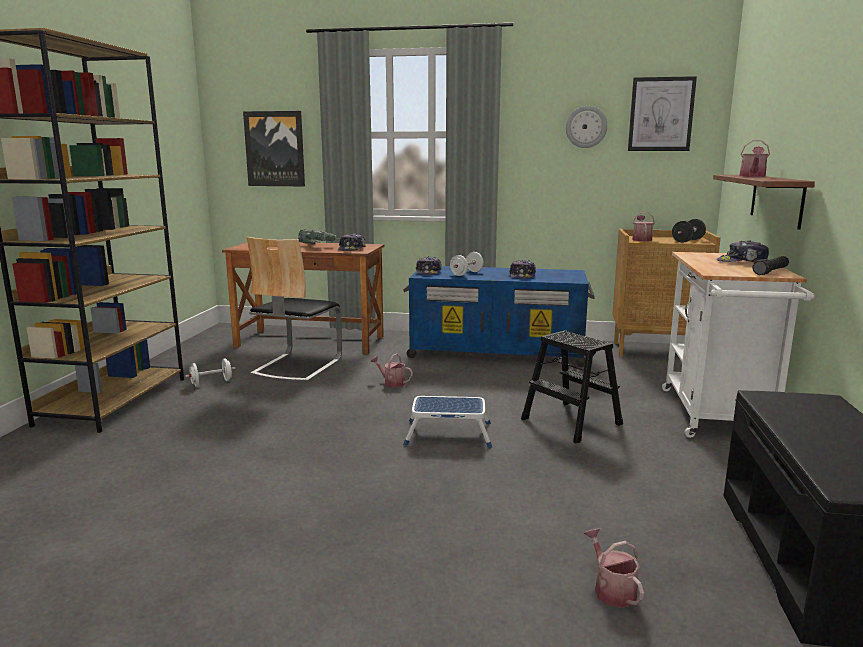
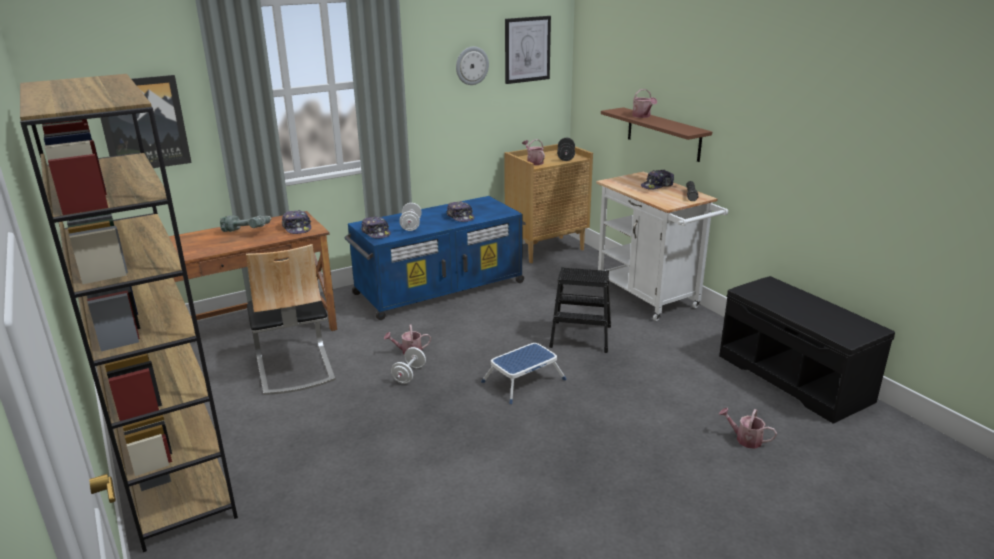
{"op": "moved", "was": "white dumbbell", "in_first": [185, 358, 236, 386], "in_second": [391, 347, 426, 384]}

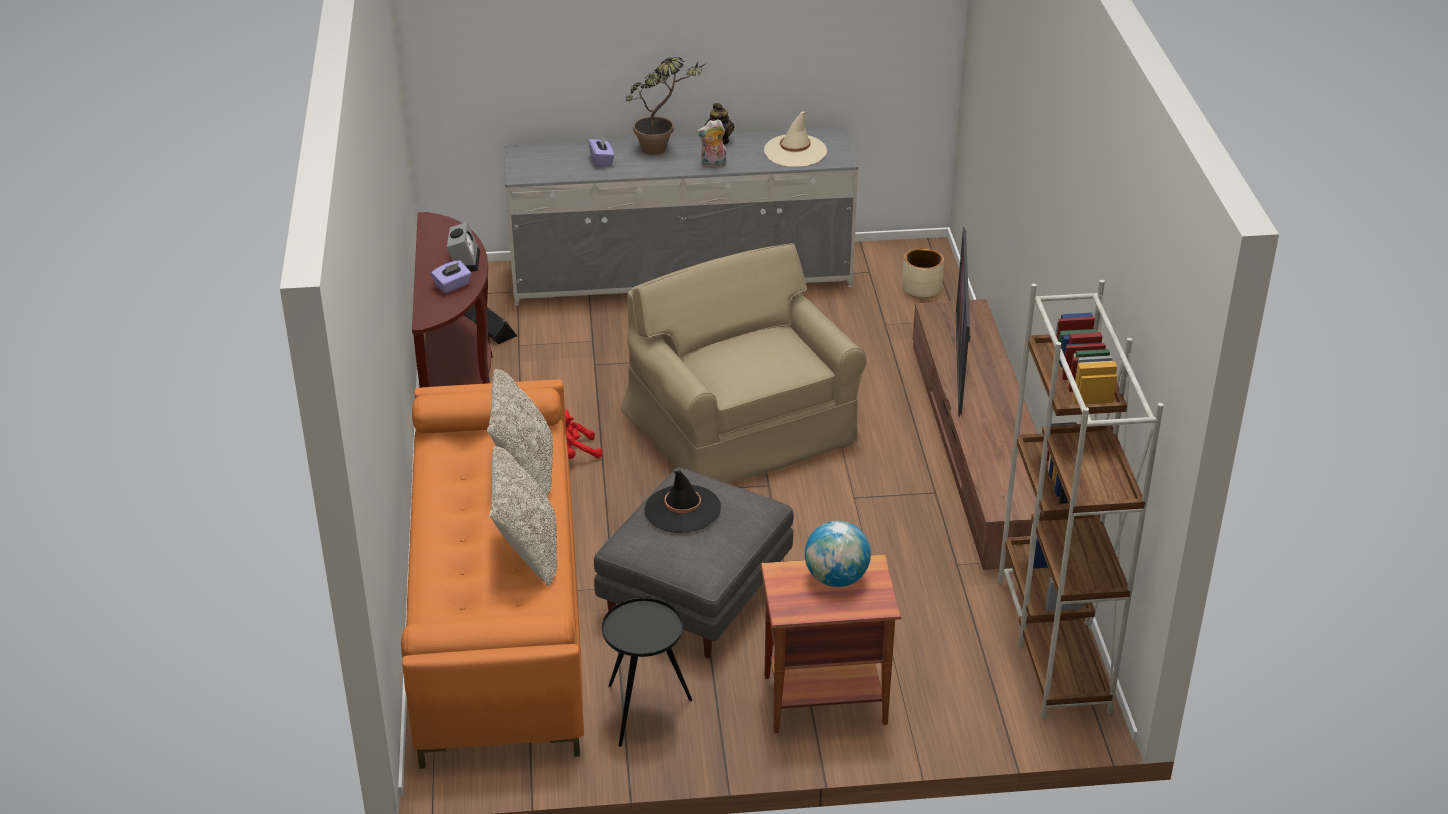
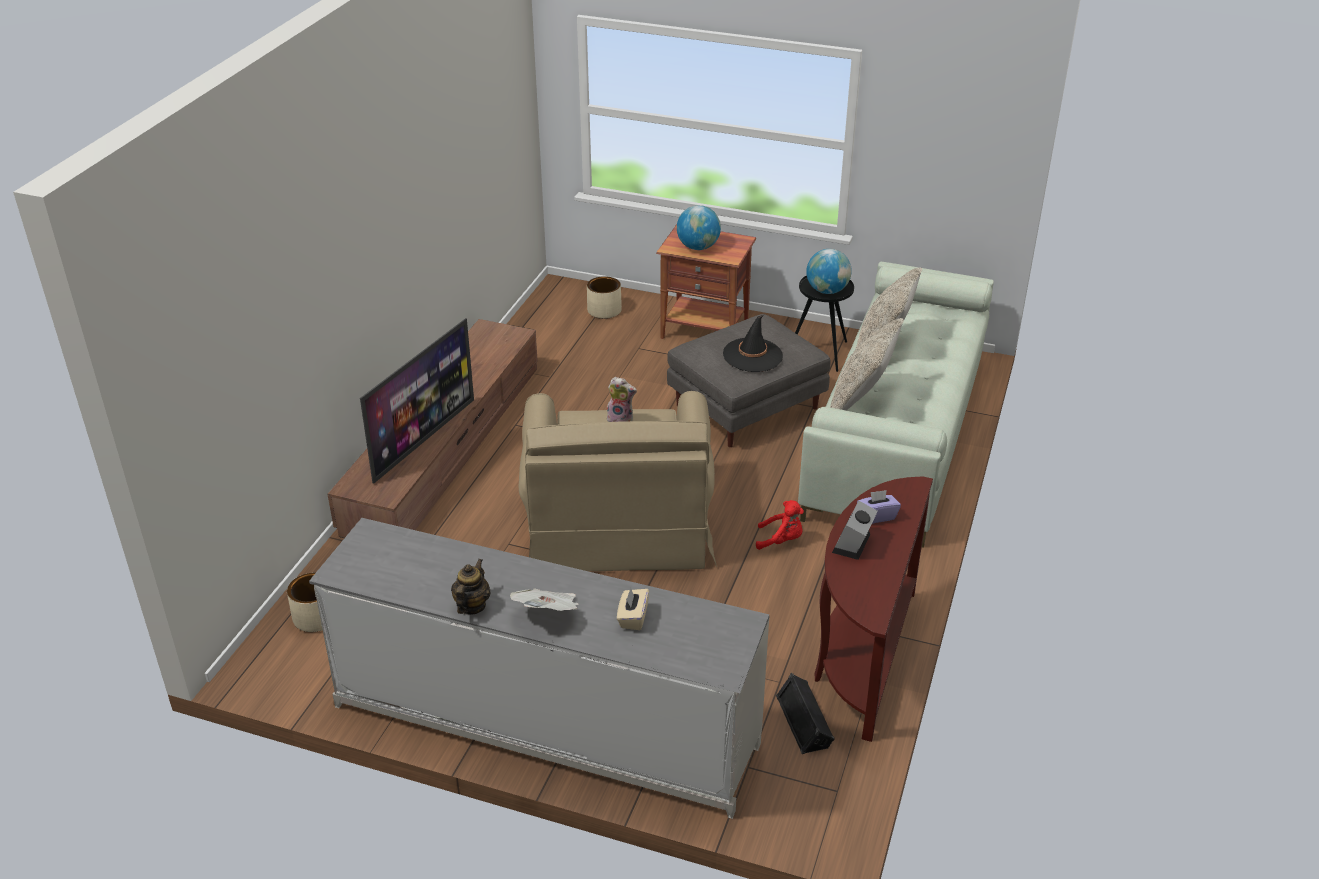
{"op": "replaced", "was": "potted plant", "now": "newspaper", "in_first": [626, 57, 707, 155], "in_second": [510, 588, 578, 611]}
{"op": "removed", "was": "beige hat", "in_first": [764, 112, 827, 167]}
{"op": "moved", "was": "plush toy", "in_first": [697, 119, 727, 168], "in_second": [607, 377, 637, 422]}
{"op": "recoloured", "was": "purple tissue box", "now": "beige tissue box", "in_first": [588, 137, 614, 167], "in_second": [617, 588, 649, 630]}
{"op": "removed", "was": "brown bookcase", "in_first": [998, 280, 1164, 719]}
{"op": "recoloured", "was": "orange sofa", "now": "white sofa", "in_first": [401, 380, 584, 769], "in_second": [798, 262, 994, 548]}
{"op": "added", "now": "globe", "in_second": [806, 249, 852, 294]}
{"op": "added", "now": "beige planter", "in_second": [587, 276, 622, 319]}

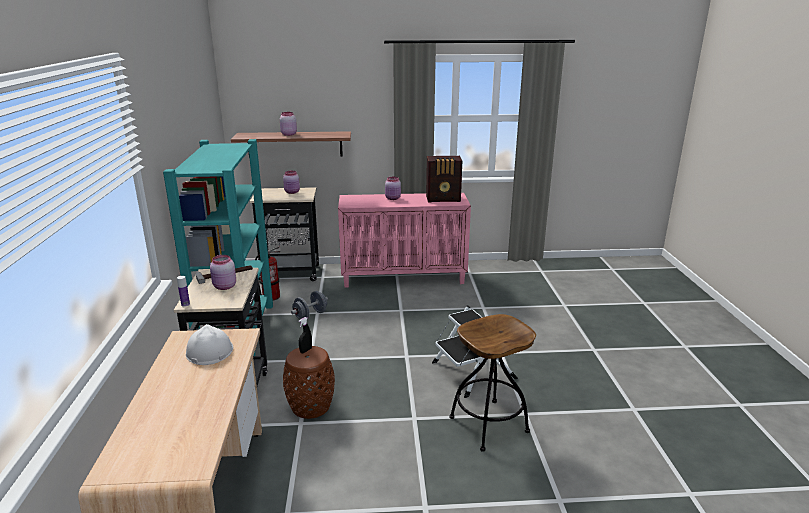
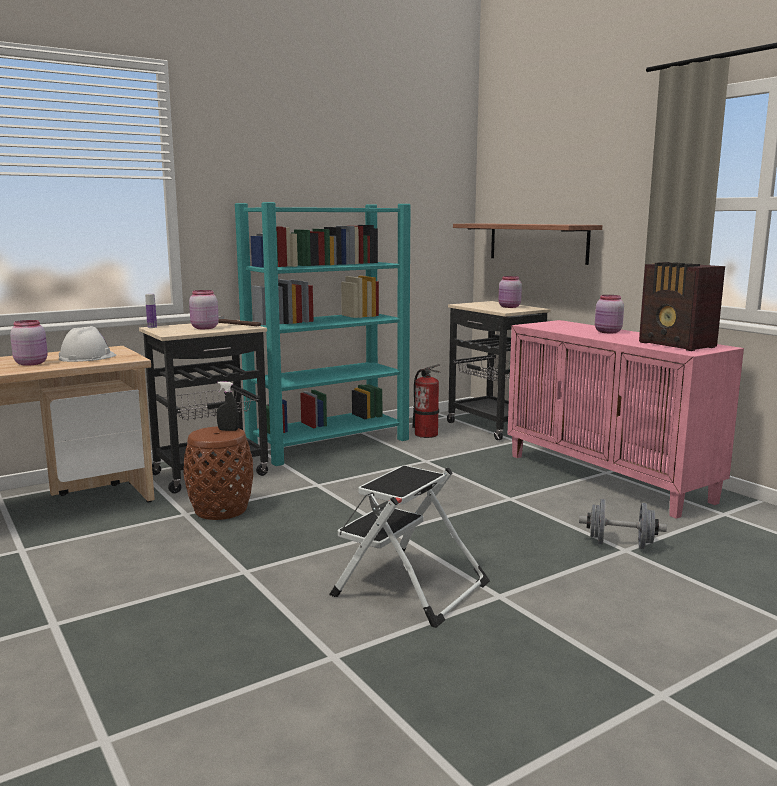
{"op": "moved", "was": "pink jar", "in_first": [280, 112, 297, 136], "in_second": [10, 320, 48, 366]}
{"op": "moved", "was": "grey dumbbell", "in_first": [291, 291, 328, 319], "in_second": [579, 499, 667, 549]}
{"op": "removed", "was": "brown stool", "in_first": [449, 314, 536, 452]}

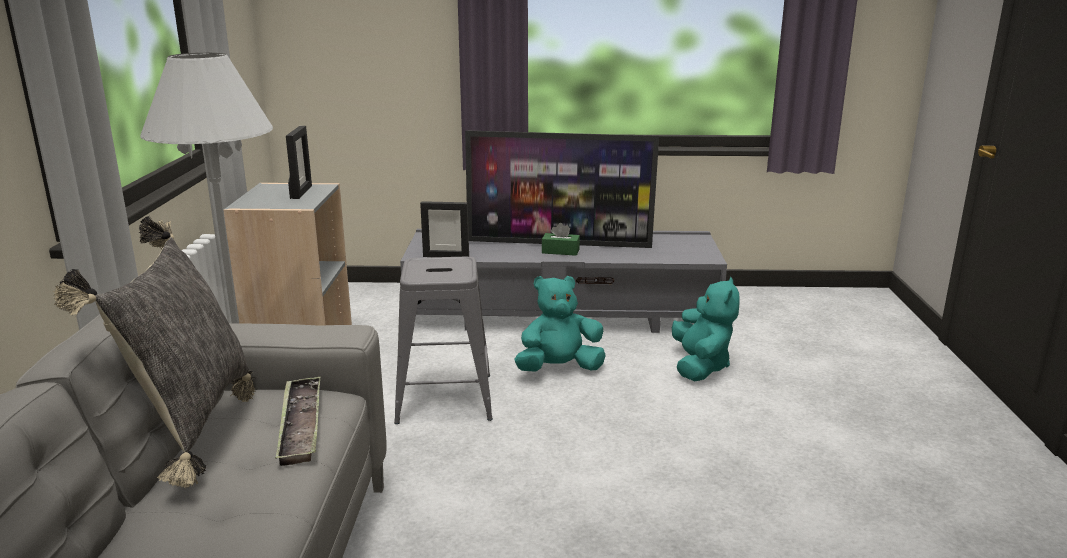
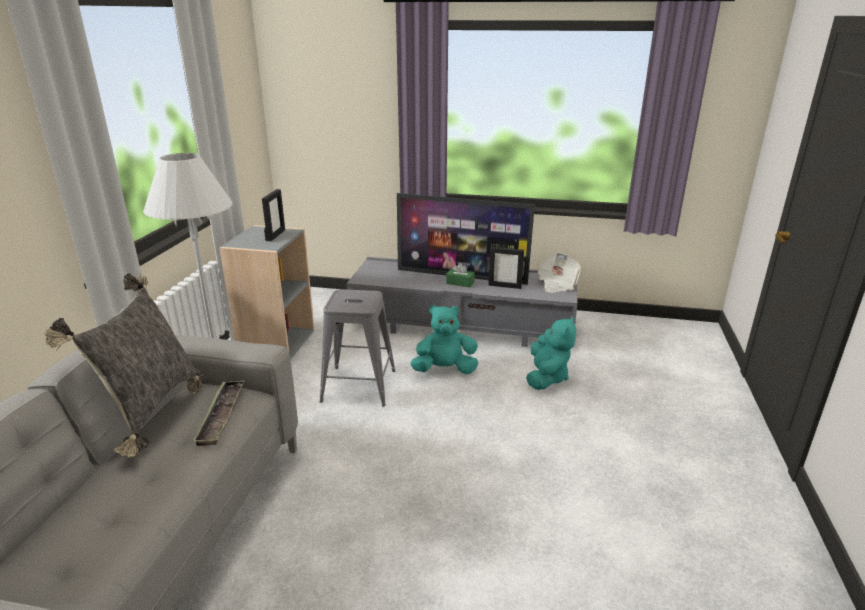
{"op": "moved", "was": "picture frame", "in_first": [420, 201, 469, 257], "in_second": [488, 247, 524, 289]}
{"op": "added", "now": "newspaper", "in_second": [537, 253, 581, 293]}

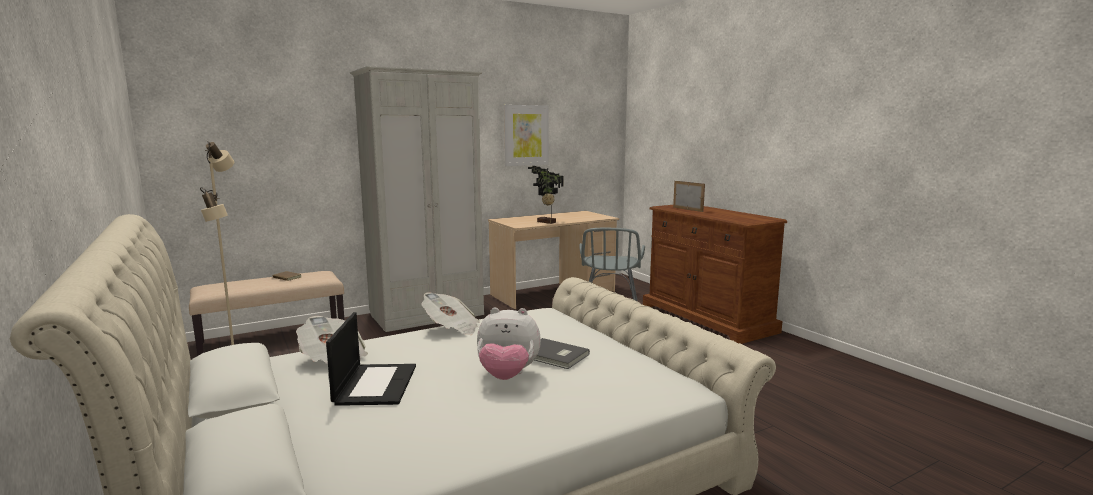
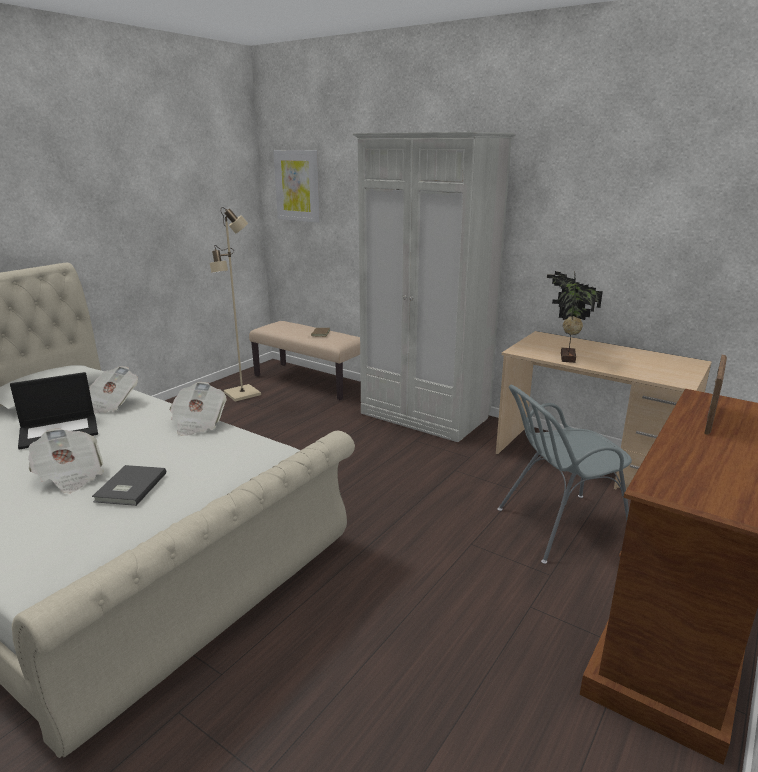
{"op": "moved", "was": "picture", "in_first": [504, 105, 548, 166], "in_second": [273, 150, 320, 223]}
{"op": "replaced", "was": "plush toy", "now": "newspaper", "in_first": [477, 308, 541, 380], "in_second": [28, 428, 104, 493]}

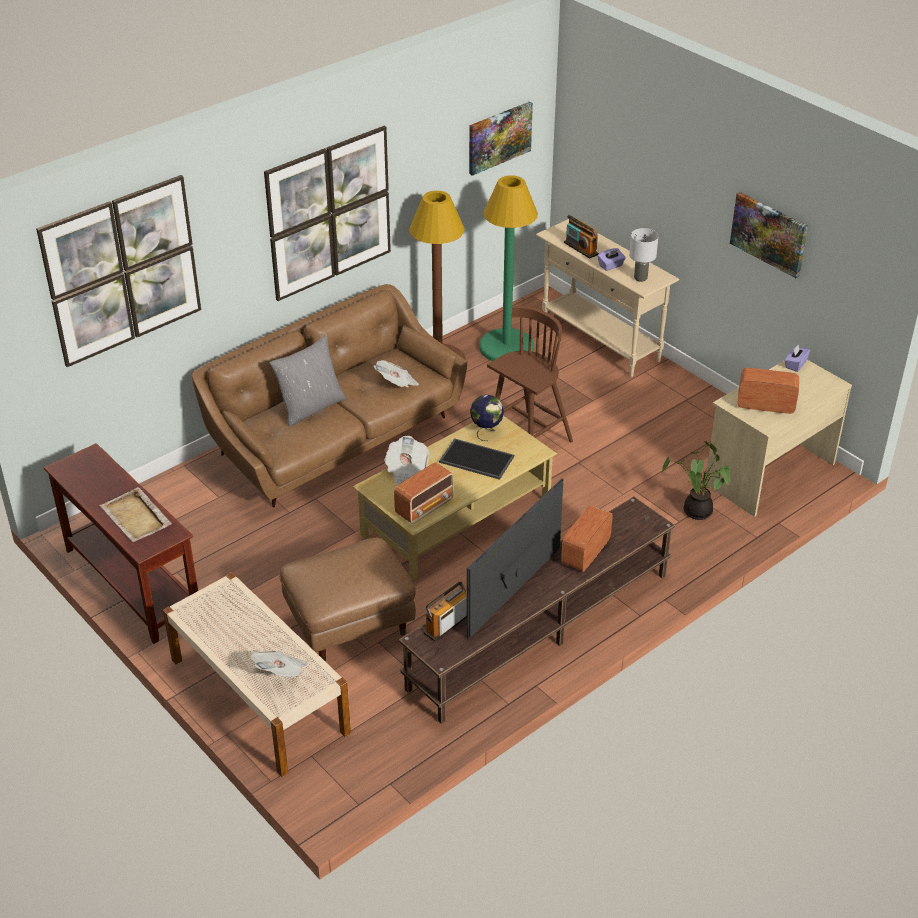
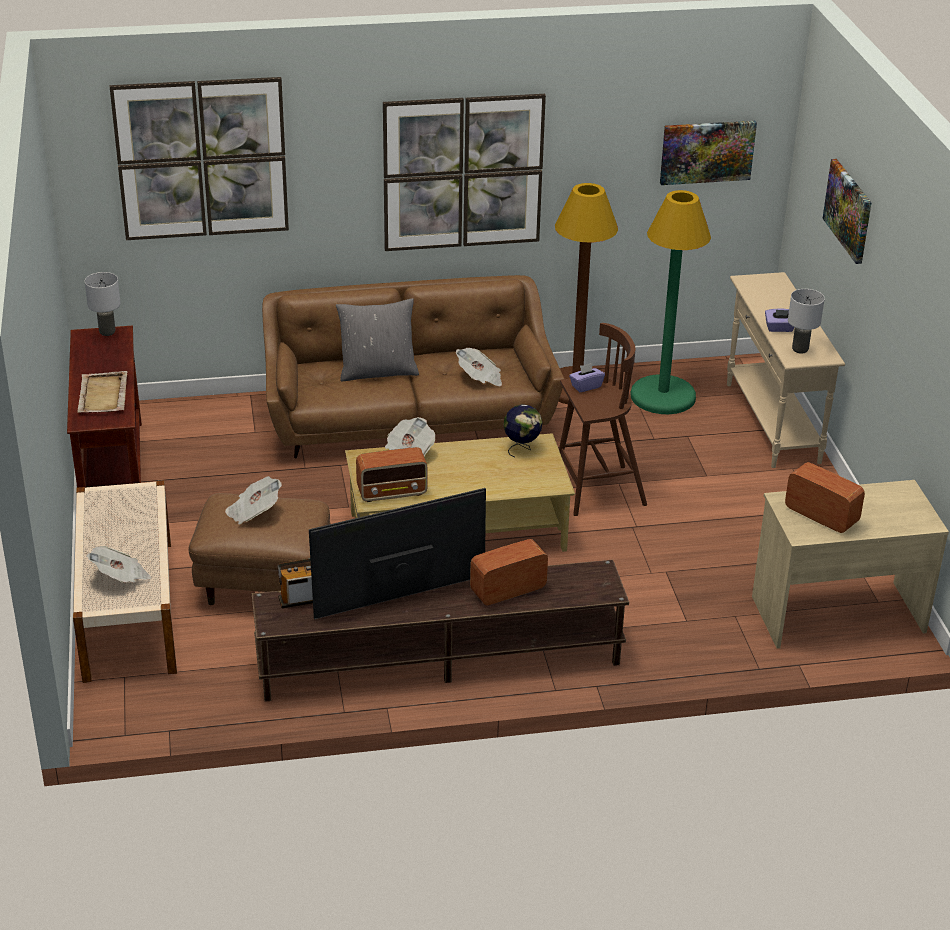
{"op": "moved", "was": "picture", "in_first": [730, 192, 808, 278], "in_second": [822, 159, 872, 264]}
{"op": "removed", "was": "radio", "in_first": [564, 215, 599, 259]}
{"op": "moved", "was": "purple tissue box", "in_first": [784, 344, 810, 372], "in_second": [569, 363, 605, 393]}
{"op": "removed", "was": "tray", "in_first": [439, 438, 514, 480]}
{"op": "removed", "was": "potted plant", "in_first": [662, 441, 730, 520]}
{"op": "added", "now": "white table lamp", "in_second": [85, 272, 121, 336]}
{"op": "added", "now": "newspaper", "in_second": [225, 476, 282, 524]}

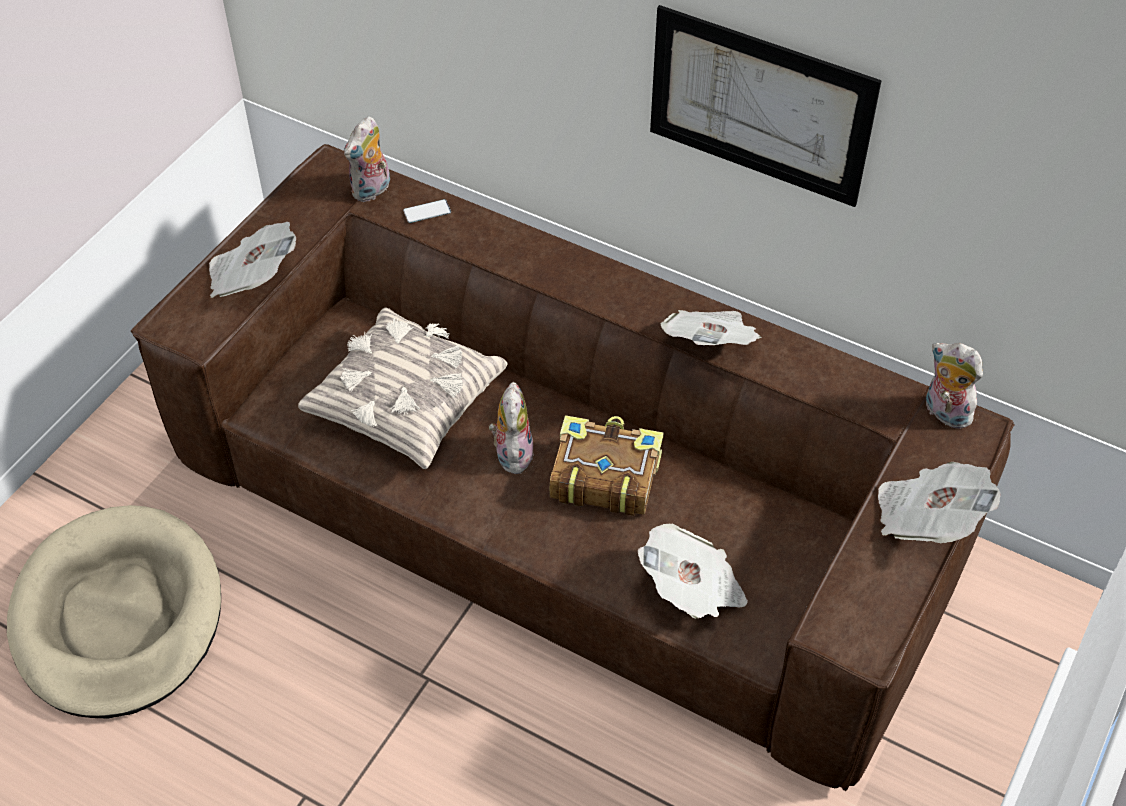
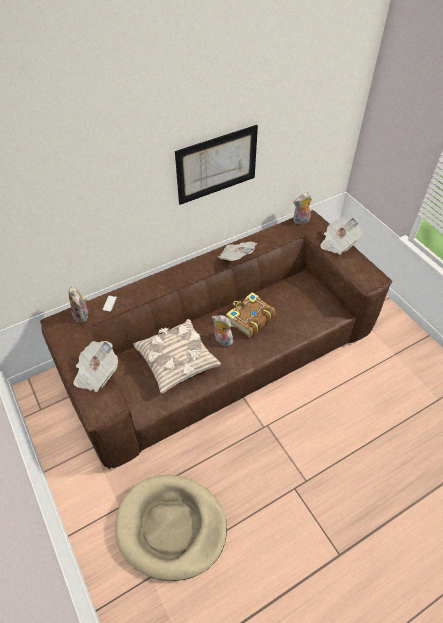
{"op": "removed", "was": "newspaper", "in_first": [638, 523, 748, 619]}

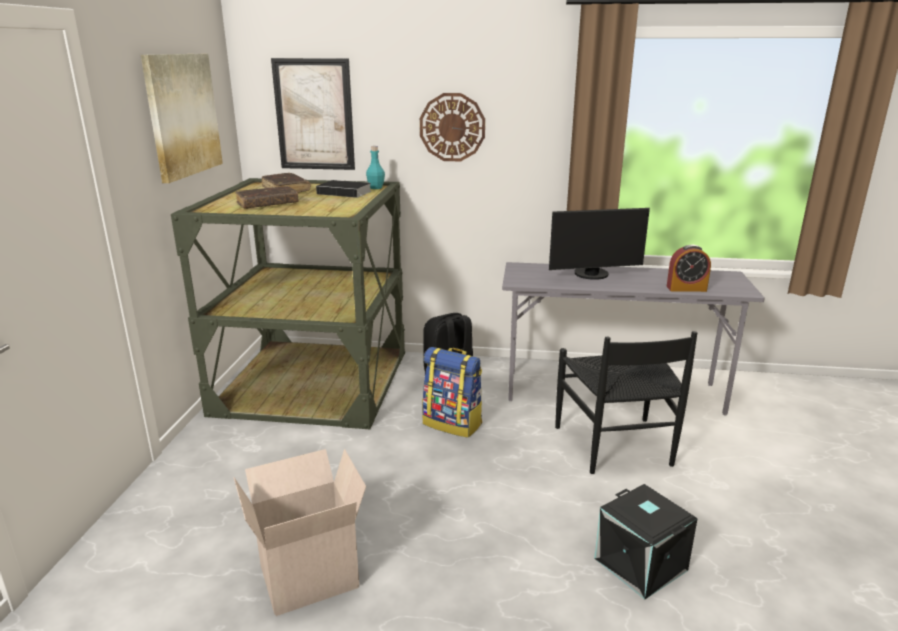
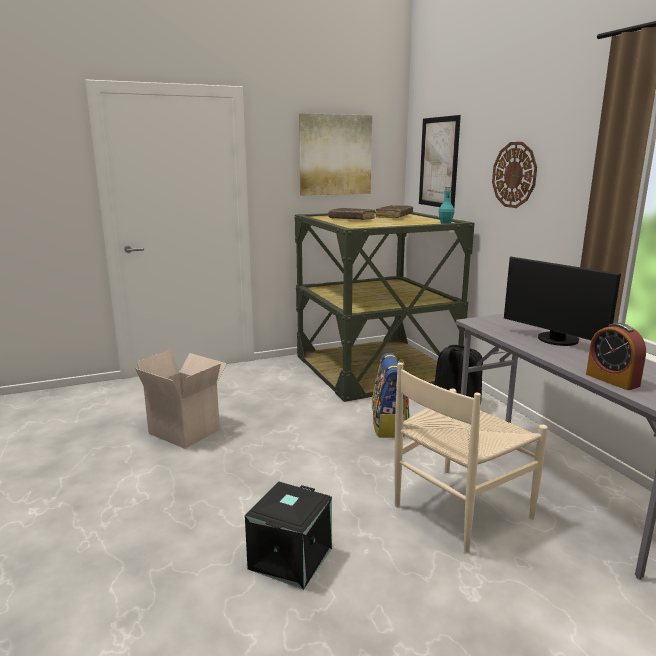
{"op": "removed", "was": "book", "in_first": [316, 180, 372, 198]}
{"op": "recoloured", "was": "black chair", "now": "beige chair", "in_first": [555, 331, 697, 474], "in_second": [394, 363, 548, 553]}

